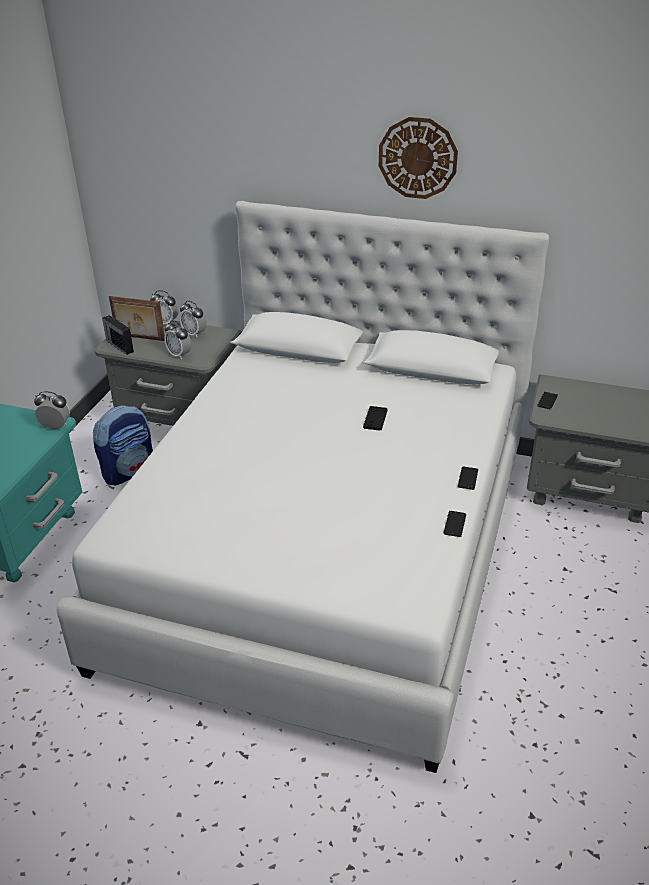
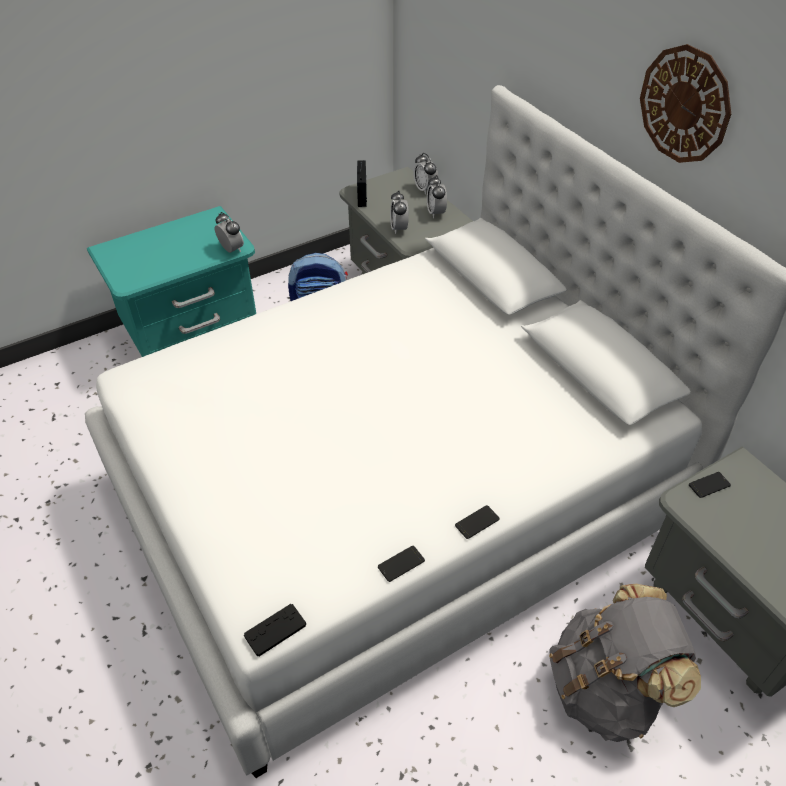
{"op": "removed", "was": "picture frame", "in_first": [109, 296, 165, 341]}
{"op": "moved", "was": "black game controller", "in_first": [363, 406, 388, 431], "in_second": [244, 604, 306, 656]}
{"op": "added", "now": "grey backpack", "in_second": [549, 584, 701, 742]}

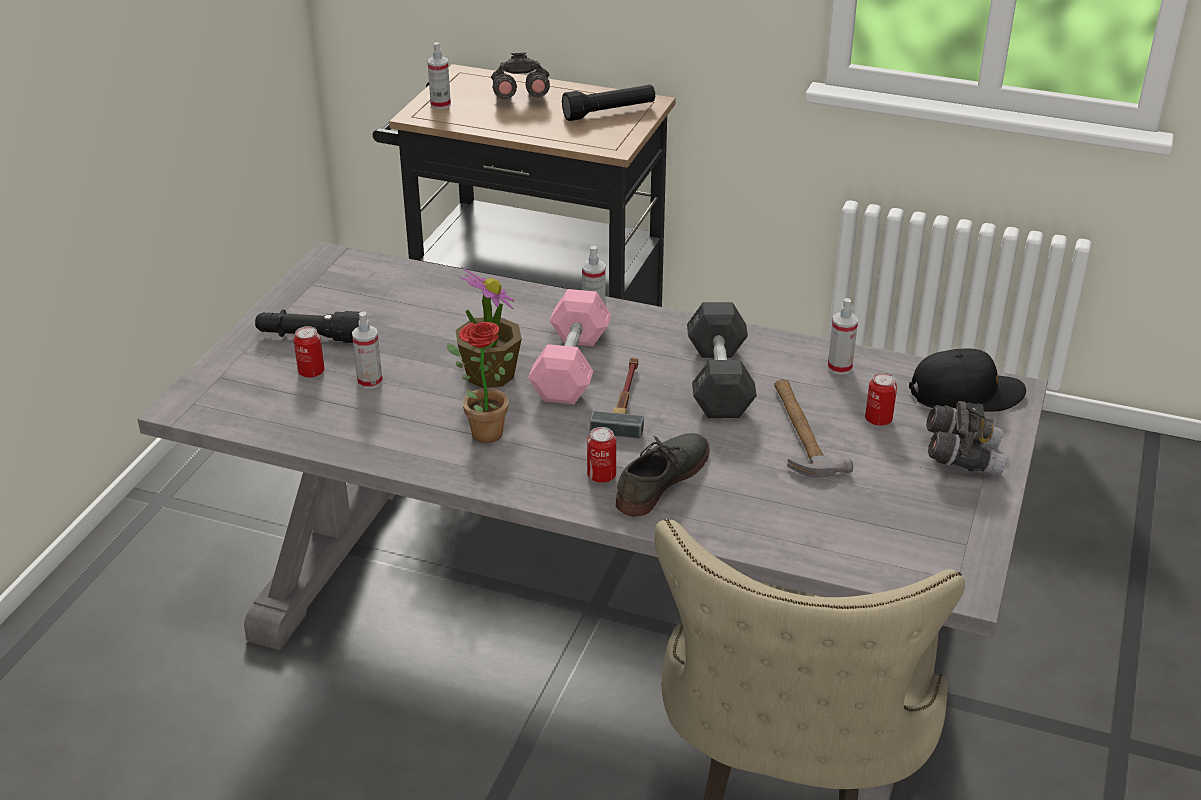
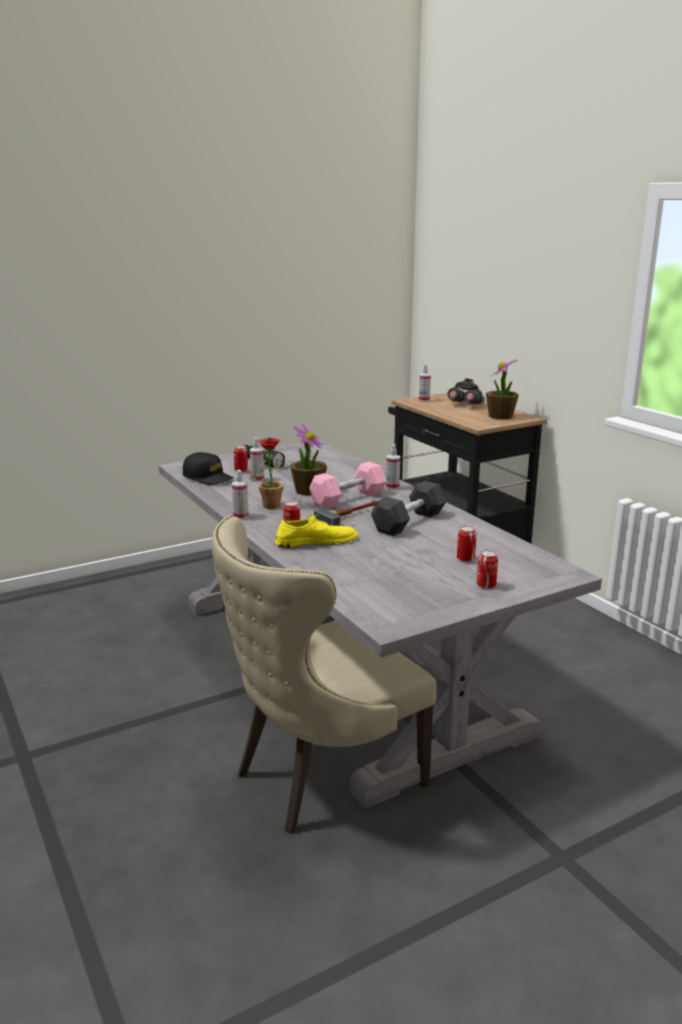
{"op": "replaced", "was": "black flashlight", "now": "potted plant", "in_first": [562, 84, 655, 121], "in_second": [486, 359, 519, 419]}
{"op": "moved", "was": "spray bottle", "in_first": [828, 298, 858, 375], "in_second": [232, 470, 249, 519]}
{"op": "moved", "was": "black cap", "in_first": [909, 348, 1026, 411], "in_second": [183, 452, 234, 485]}
{"op": "removed", "was": "hammer", "in_first": [774, 379, 853, 478]}
{"op": "replaced", "was": "grey binoculars", "now": "can", "in_first": [926, 401, 1006, 476], "in_second": [477, 550, 498, 589]}
{"op": "recoloured", "was": "grey shoe", "now": "yellow shoe", "in_first": [616, 433, 710, 517], "in_second": [275, 514, 358, 548]}

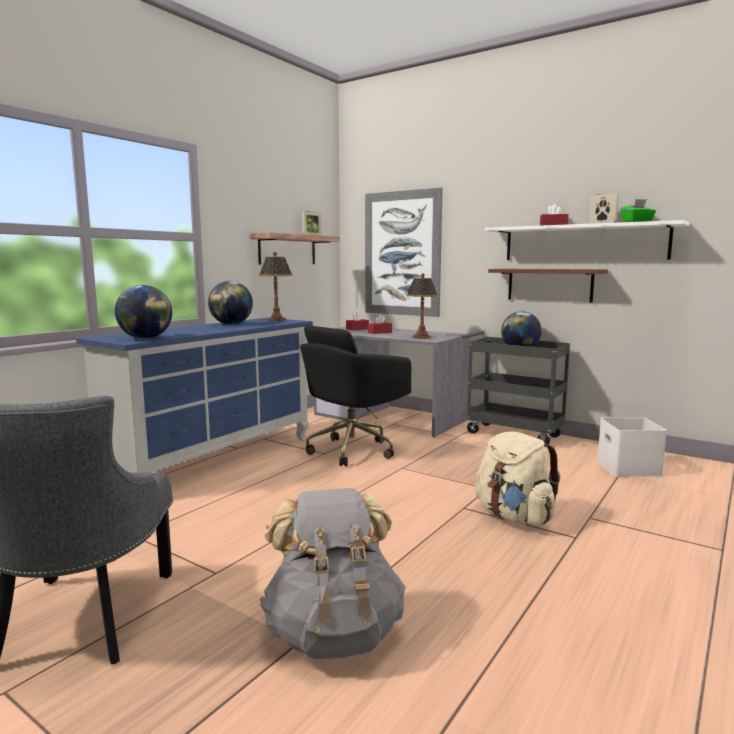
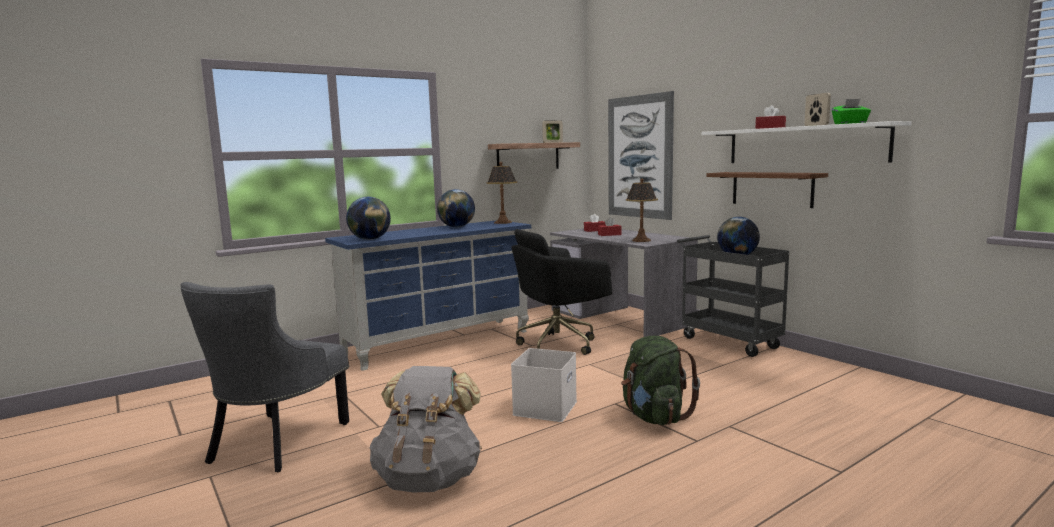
{"op": "moved", "was": "white storage box", "in_first": [597, 417, 667, 477], "in_second": [511, 348, 577, 422]}
{"op": "recoloured", "was": "beige backpack", "now": "green backpack", "in_first": [475, 431, 560, 526], "in_second": [621, 336, 700, 425]}

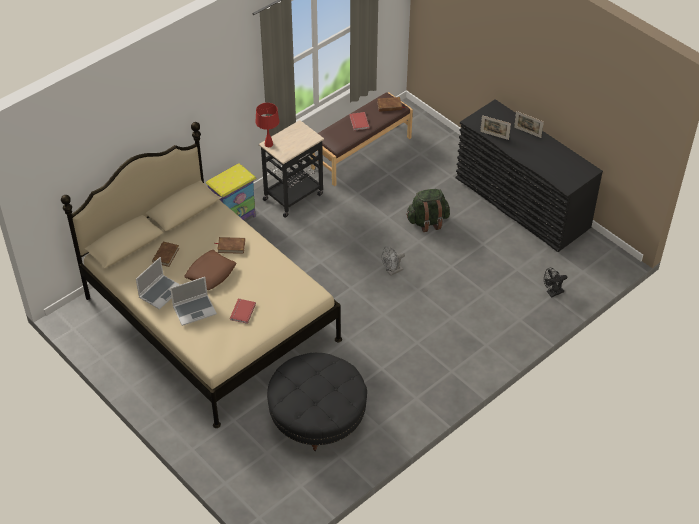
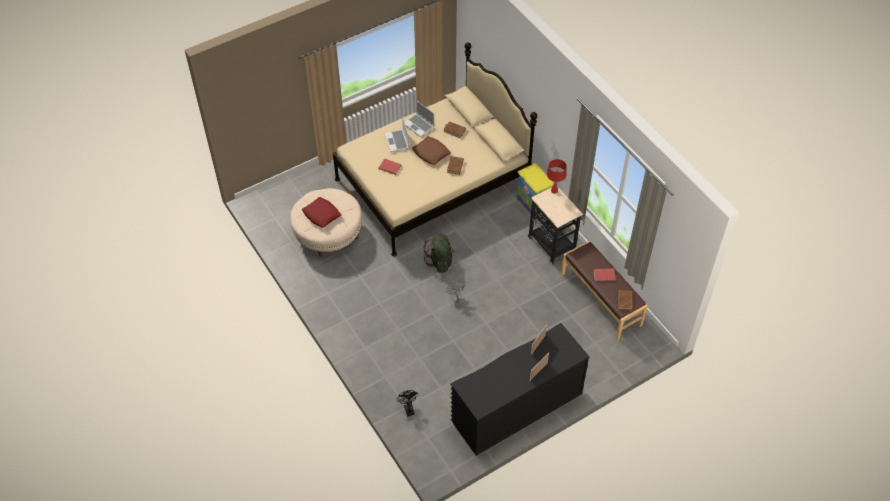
{"op": "moved", "was": "green backpack", "in_first": [406, 189, 450, 232], "in_second": [424, 234, 455, 273]}
{"op": "recoloured", "was": "black ottoman", "now": "beige ottoman", "in_first": [267, 353, 367, 451], "in_second": [290, 188, 362, 257]}
{"op": "added", "now": "red pillow", "in_second": [302, 197, 341, 228]}

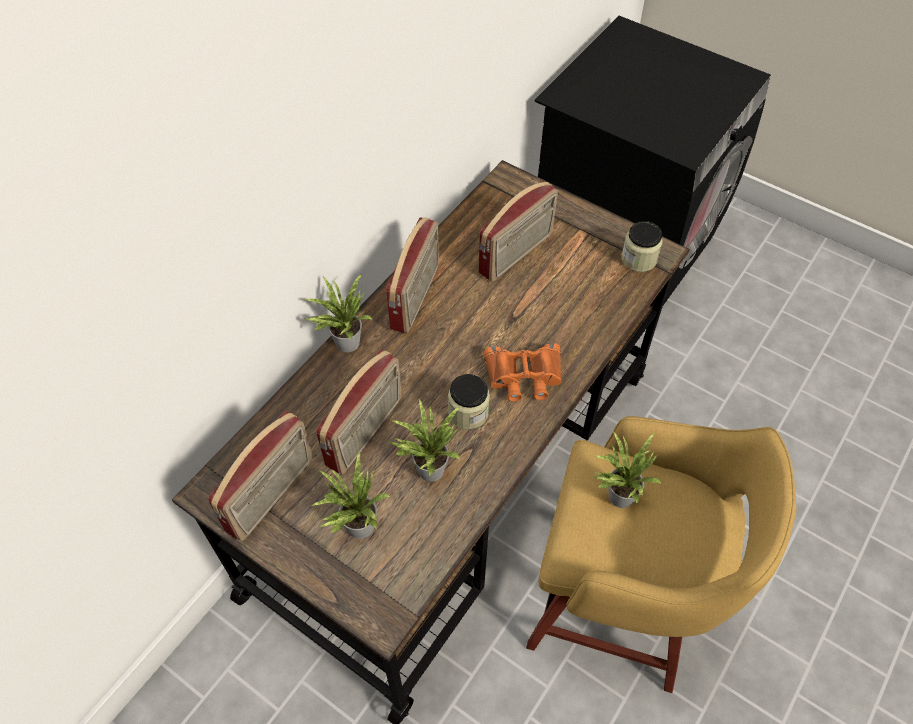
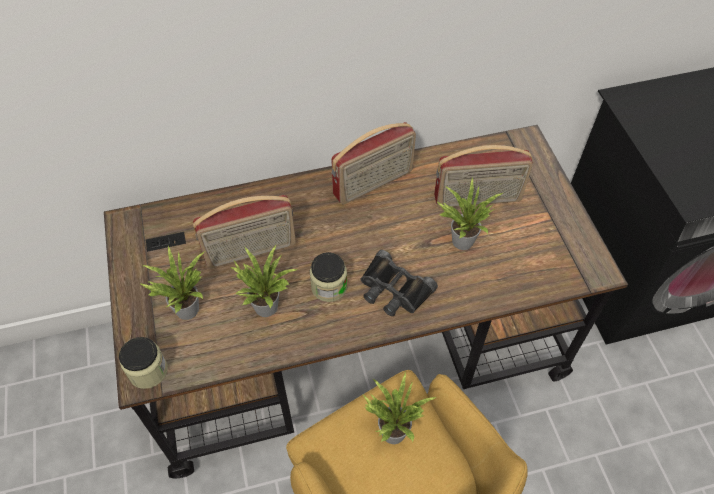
{"op": "moved", "was": "jar", "in_first": [621, 221, 662, 272], "in_second": [119, 337, 168, 389]}
{"op": "moved", "was": "potted plant", "in_first": [304, 273, 372, 352], "in_second": [437, 178, 503, 250]}
{"op": "recoloured", "was": "orange binoculars", "now": "black binoculars", "in_first": [484, 343, 562, 401], "in_second": [360, 250, 438, 316]}
{"op": "removed", "was": "radio", "in_first": [208, 412, 313, 541]}

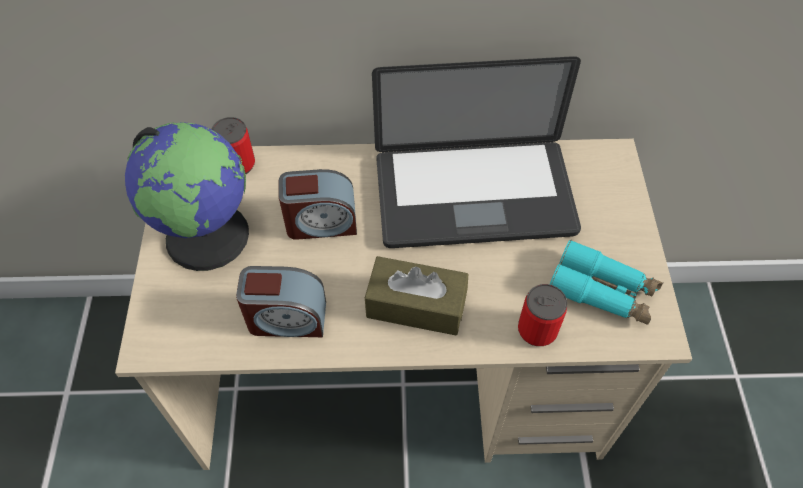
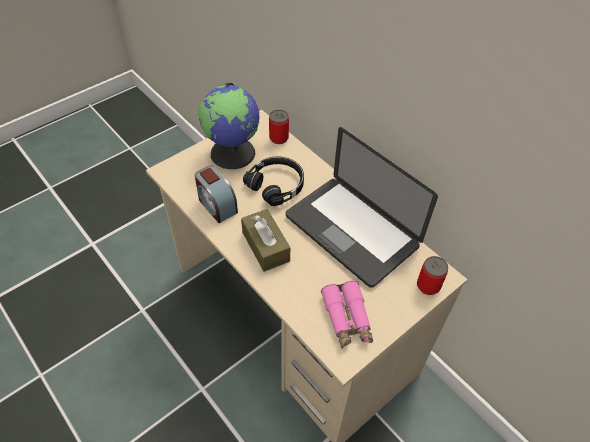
{"op": "replaced", "was": "alarm clock", "now": "black headphones", "in_first": [278, 169, 357, 240], "in_second": [243, 156, 304, 206]}
{"op": "recoloured", "was": "turquoise binoculars", "now": "pink binoculars", "in_first": [550, 240, 663, 325], "in_second": [321, 281, 373, 349]}
{"op": "moved", "was": "can", "in_first": [518, 284, 567, 346], "in_second": [417, 256, 448, 295]}

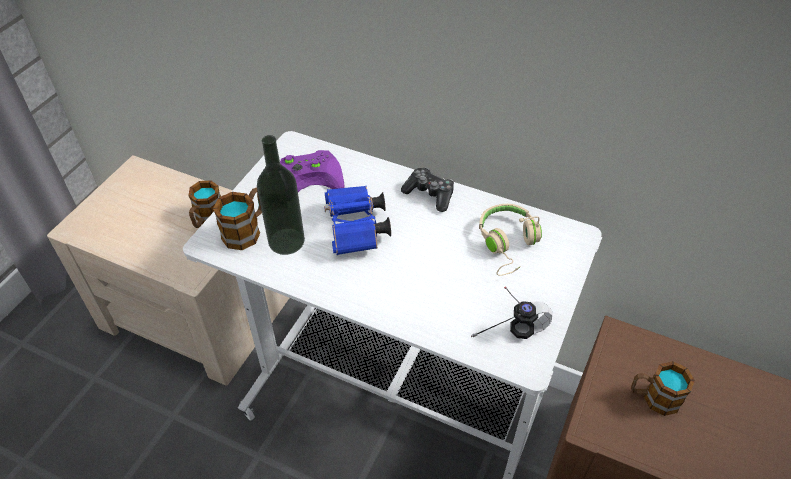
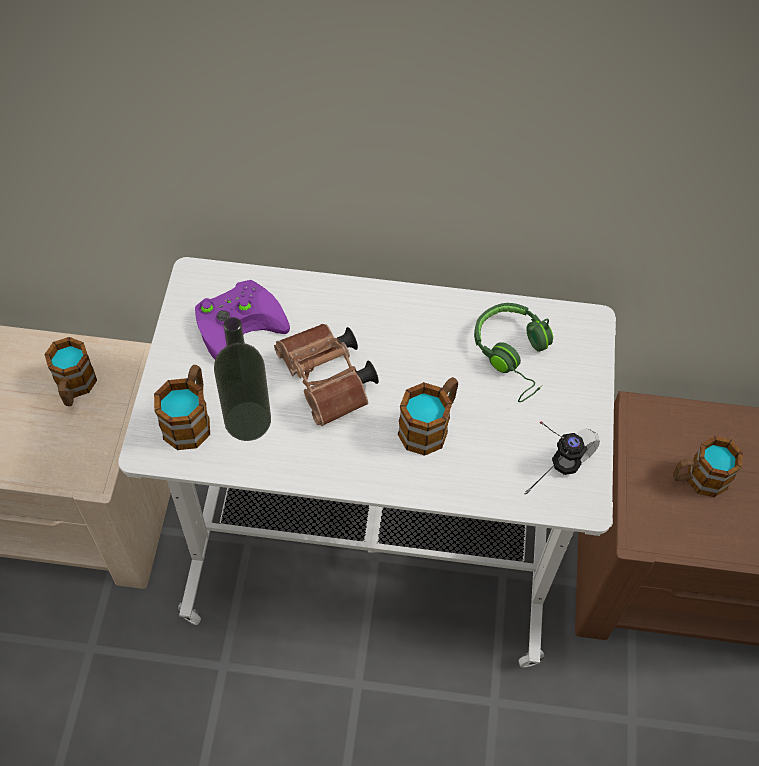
{"op": "removed", "was": "game controller", "in_first": [401, 167, 454, 212]}
{"op": "recoloured", "was": "blue binoculars", "now": "brown binoculars", "in_first": [324, 186, 391, 255], "in_second": [274, 324, 379, 426]}
{"op": "recoloured", "was": "beige headphones", "now": "green headphones", "in_first": [479, 204, 542, 276], "in_second": [474, 303, 553, 402]}
{"op": "added", "now": "mug", "in_second": [397, 377, 458, 456]}

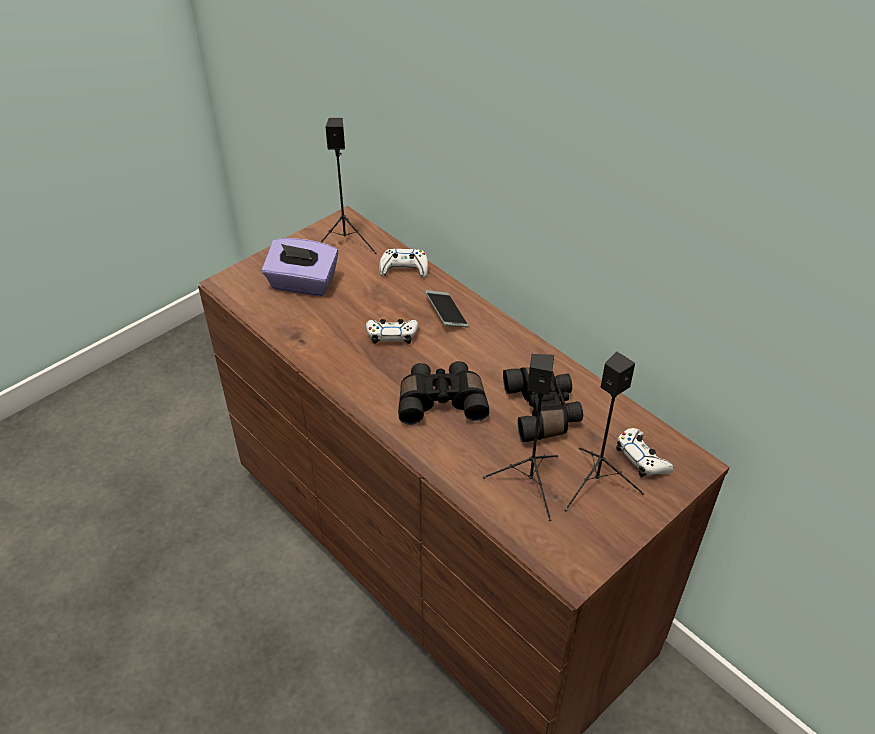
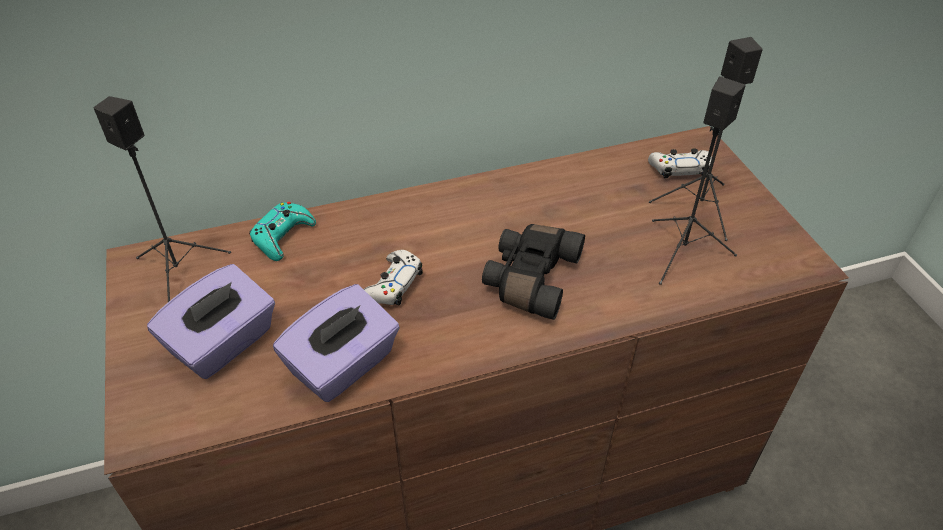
{"op": "recoloured", "was": "white game controller", "now": "turquoise game controller", "in_first": [379, 249, 428, 278], "in_second": [249, 202, 316, 261]}
{"op": "removed", "was": "phone", "in_first": [425, 290, 469, 328]}
{"op": "removed", "was": "black binoculars", "in_first": [503, 367, 583, 442]}
{"op": "added", "now": "purple tissue box", "in_second": [273, 284, 400, 402]}

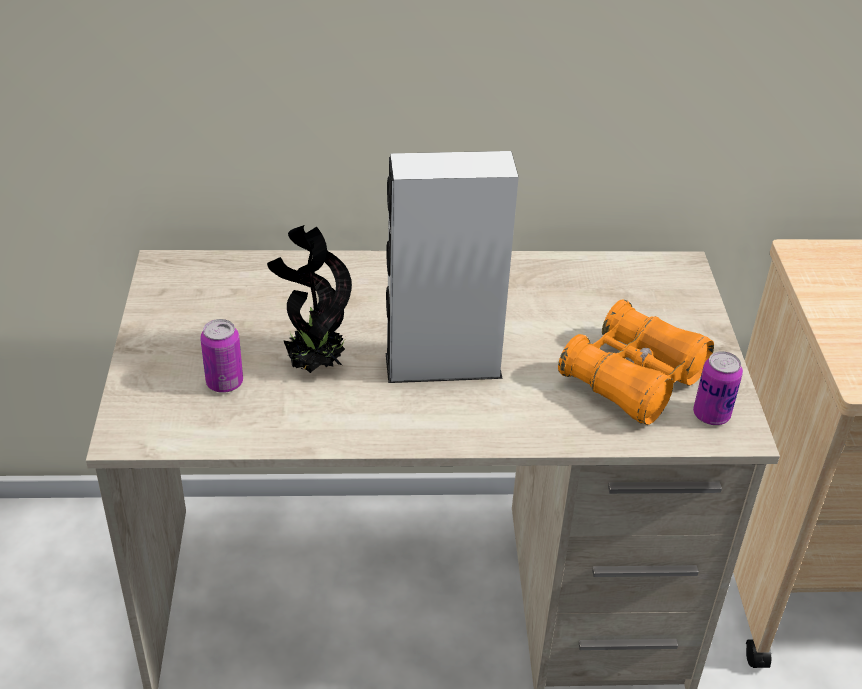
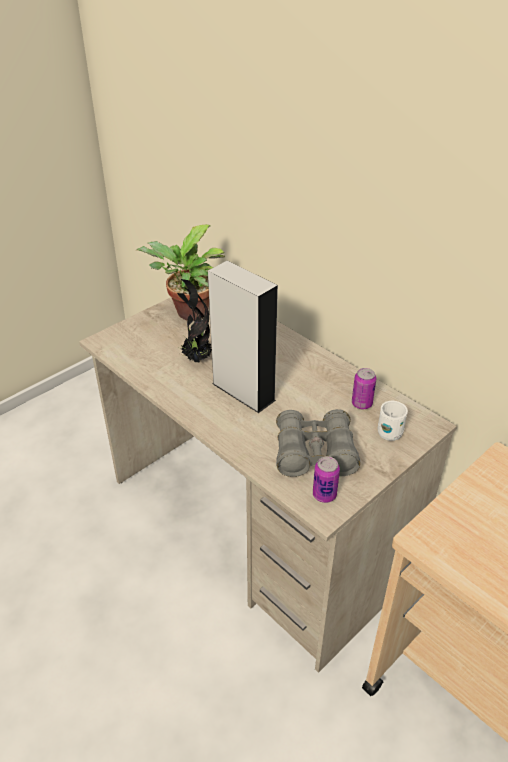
{"op": "recoloured", "was": "orange binoculars", "now": "grey binoculars", "in_first": [558, 300, 714, 425], "in_second": [276, 409, 360, 477]}
{"op": "moved", "was": "can", "in_first": [200, 319, 243, 393], "in_second": [352, 368, 376, 409]}
{"op": "added", "now": "potted plant", "in_second": [135, 224, 225, 321]}
{"op": "added", "now": "white mug", "in_second": [377, 401, 408, 441]}

